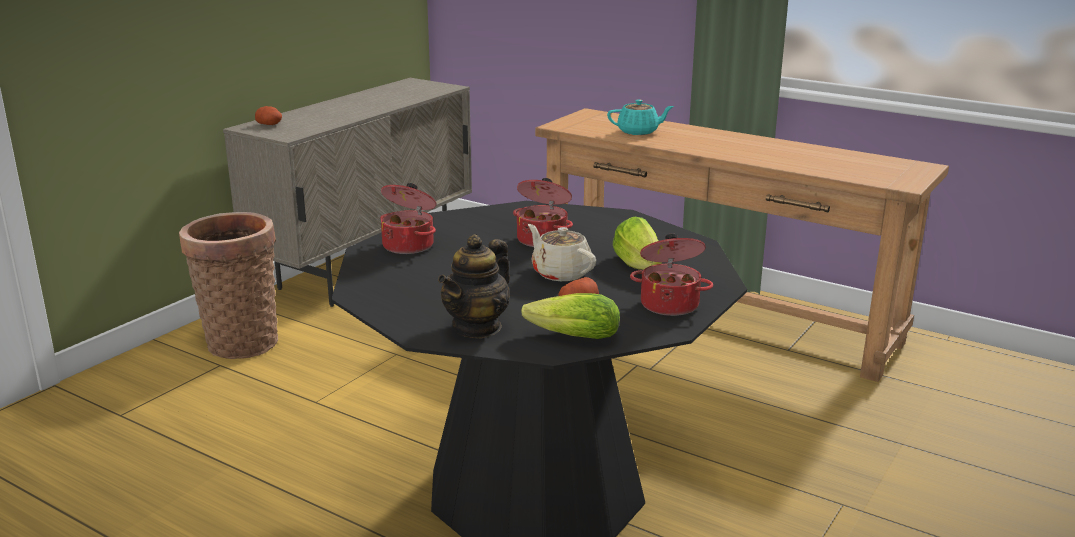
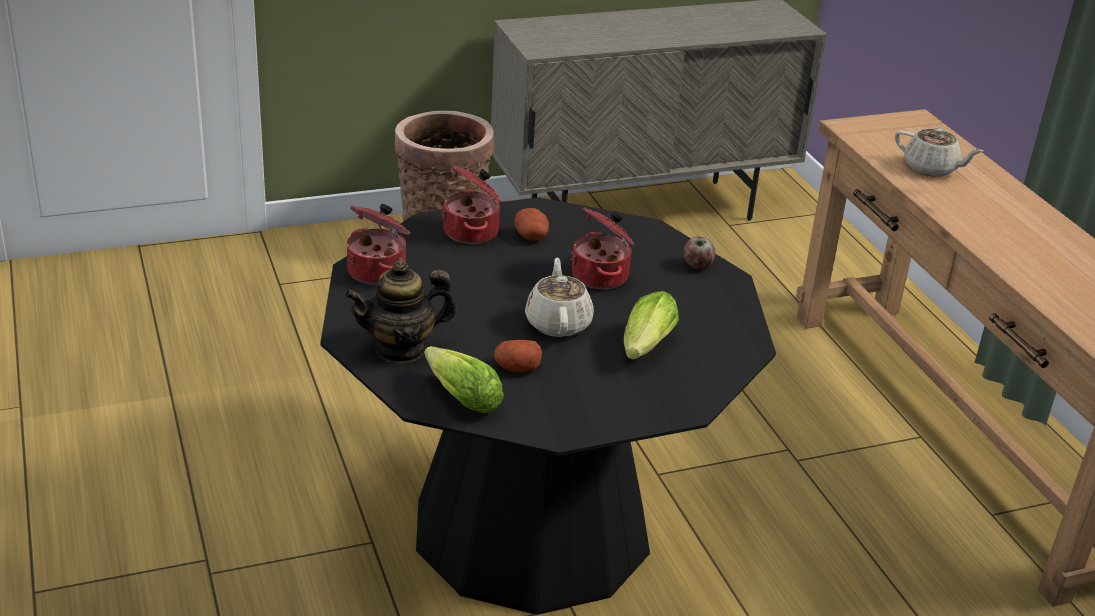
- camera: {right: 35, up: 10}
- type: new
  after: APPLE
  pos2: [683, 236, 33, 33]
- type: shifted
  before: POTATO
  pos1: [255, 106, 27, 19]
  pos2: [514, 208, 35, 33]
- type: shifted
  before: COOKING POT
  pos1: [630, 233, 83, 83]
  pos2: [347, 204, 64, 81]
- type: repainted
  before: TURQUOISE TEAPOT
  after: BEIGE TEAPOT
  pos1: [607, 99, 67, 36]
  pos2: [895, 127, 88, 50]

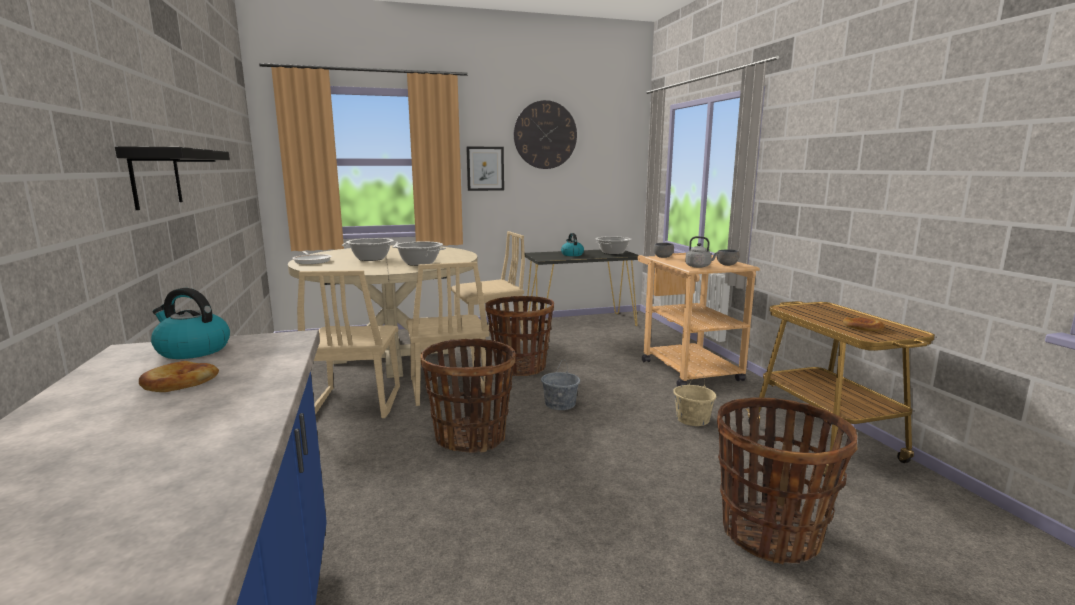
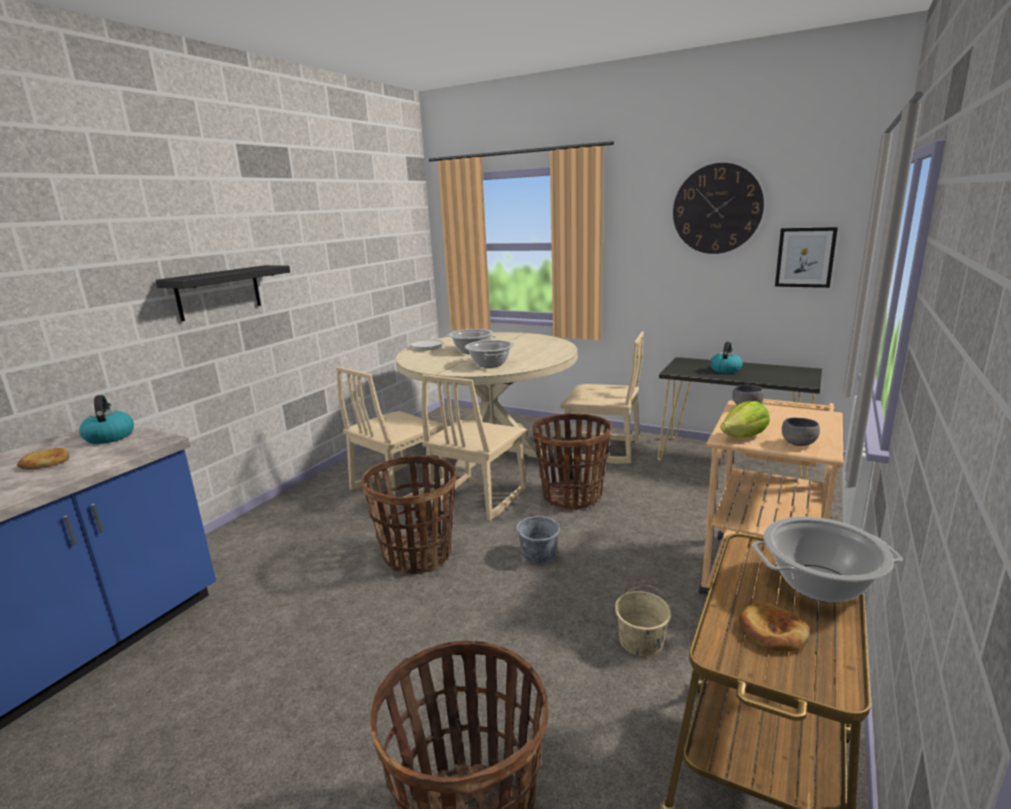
- camera: {right: 45, up: 5}
- type: shifted
  before: PICTURE
  pos1: [466, 146, 38, 45]
  pos2: [775, 227, 63, 61]
- type: shifted
  before: COOKING POT
  pos1: [595, 236, 37, 18]
  pos2: [752, 517, 151, 86]
- type: swapped
  before: GREY KETTLE
  after: LETTUCE
  pos1: [685, 236, 34, 32]
  pos2: [721, 401, 49, 37]

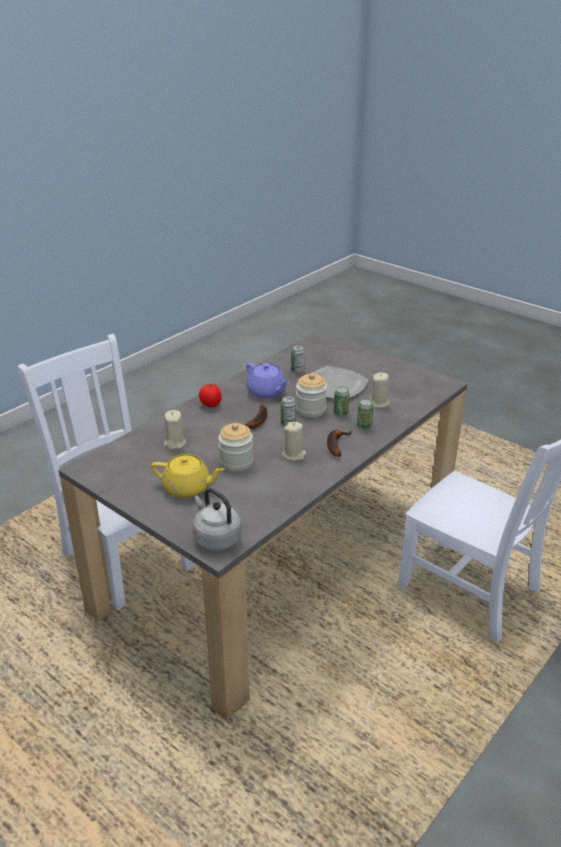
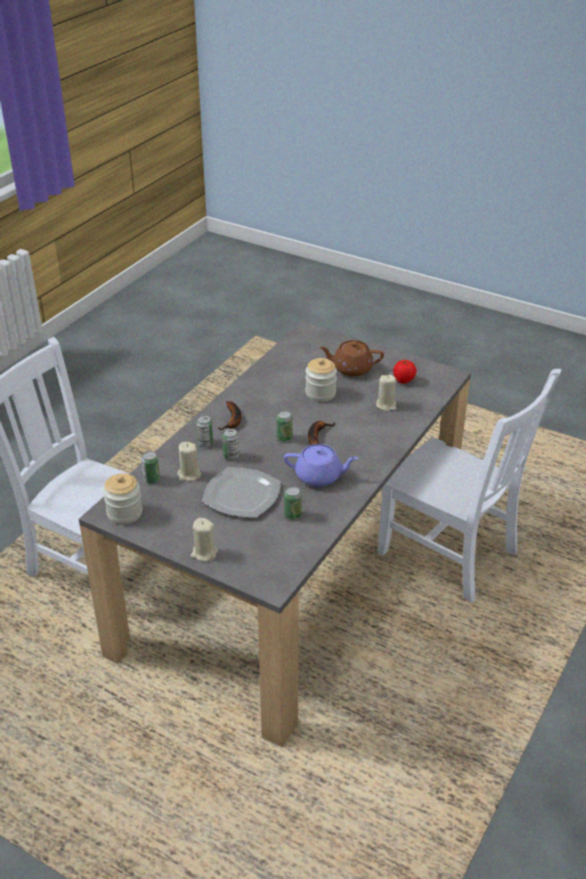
- camera: {right: 170, up: 5}
- type: gone
  before: GREY KETTLE
  pos1: [193, 488, 49, 63]
- type: new
  after: CAN
  pos2: [141, 451, 19, 33]
- type: shifted
  before: TOMATO
  pos1: [199, 384, 22, 23]
  pos2: [393, 360, 24, 24]
- type: shifted
  before: BEIGE CANDLE
  pos1: [282, 422, 24, 39]
  pos2: [191, 518, 27, 44]
- type: shifted
  before: JAR
  pos1: [296, 373, 31, 44]
  pos2: [103, 473, 39, 52]
- type: repainted
  before: YELLOW TEAPOT
  after: BROWN TEAPOT
  pos1: [151, 454, 74, 44]
  pos2: [319, 340, 65, 36]
- type: rotated
  before: PURPLE TEAPOT
  pos1: [246, 363, 43, 35]
  pos2: [284, 444, 74, 43]
  turn: 150

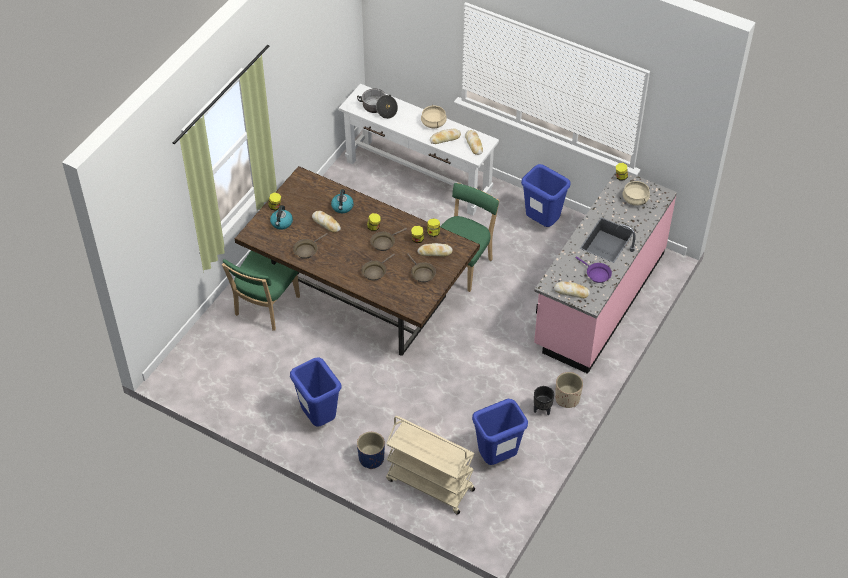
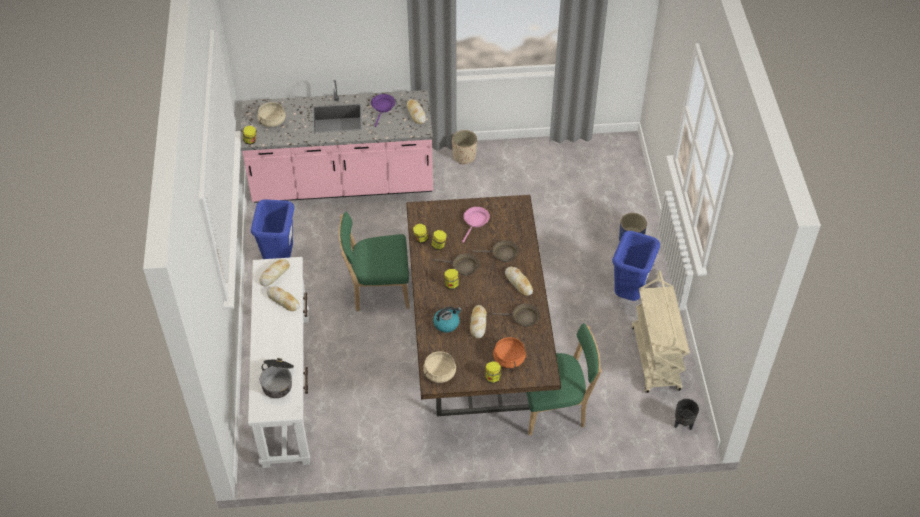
- camera: {right: -125, up: 0}
- type: gone
  before: BLUE TRASH CAN
  pos1: [472, 399, 56, 66]
- type: shifted
  before: BEIGE CART
  pos1: [386, 416, 89, 99]
  pos2: [631, 271, 59, 122]
- type: shifted
  before: BREAD
  pos1: [417, 243, 36, 13]
  pos2: [505, 266, 28, 30]
- type: shifted
  before: BEIGE COOKING POT
  pos1: [421, 105, 26, 23]
  pos2: [423, 351, 33, 32]
- type: shifted
  before: BLACK PLANTER
  pos1: [534, 386, 20, 30]
  pos2: [674, 399, 25, 31]
- type: swapped
  before: KETTLE
  after: ORANGE COOKING POT
  pos1: [270, 205, 23, 25]
  pos2: [493, 337, 33, 31]
- type: repainted
  before: BROWN FRYING PAN
  after: PINK FRYING PAN
  pos1: [407, 253, 29, 29]
  pos2: [462, 207, 28, 36]

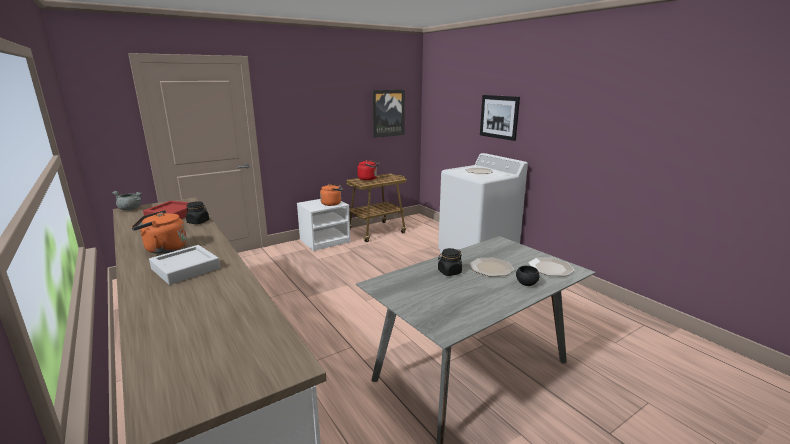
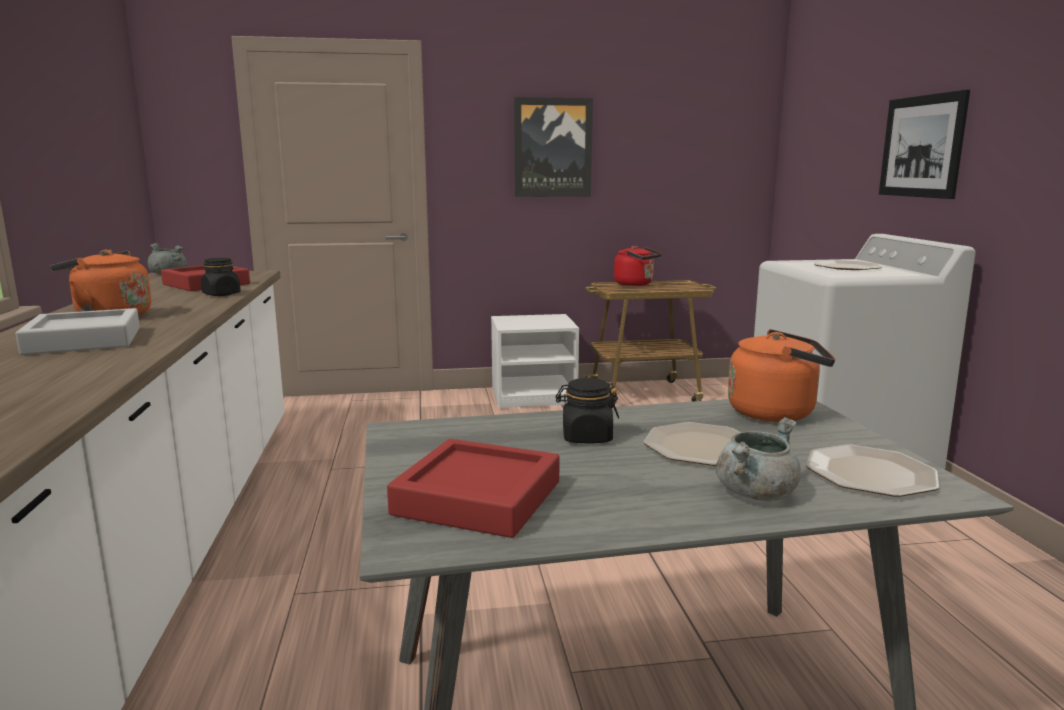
- camera: {right: 25, up: -5}
- type: new
  after: RED TRAY
  pos2: [387, 439, 173, 99]
- type: shifted
  before: ORANGE KETTLE
  pos1: [320, 184, 23, 22]
  pos2: [728, 329, 107, 93]
- type: shifted
  before: PICTURE
  pos1: [372, 90, 33, 48]
  pos2: [514, 97, 79, 100]
- type: swapped
  before: BLACK BOWL
  after: GREY COOKING POT
  pos1: [516, 266, 24, 20]
  pos2: [716, 417, 85, 84]

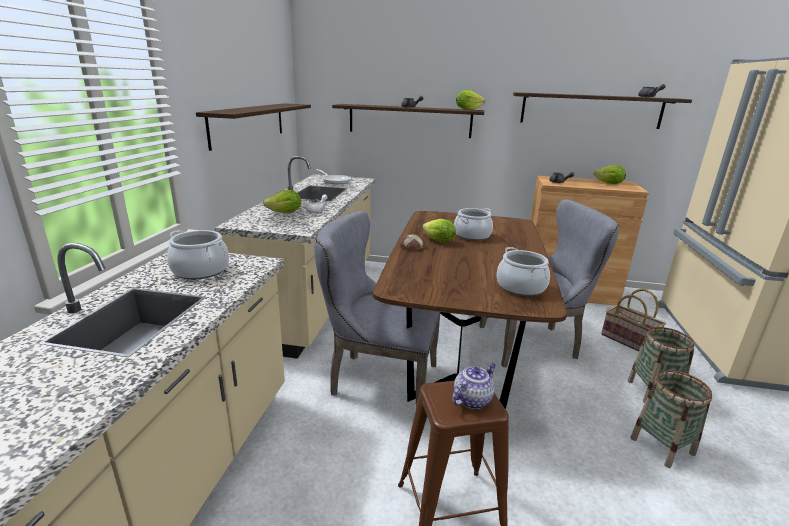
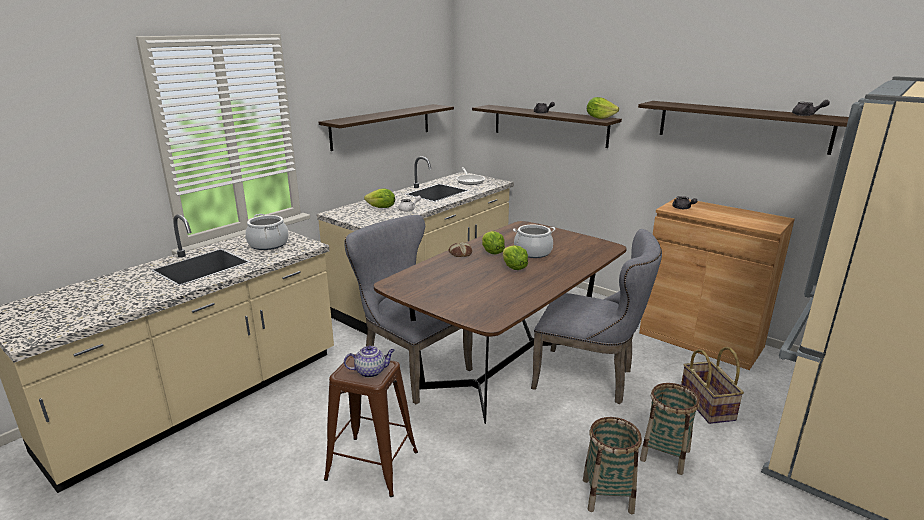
- camera: {right: 30, up: 0}
- type: gone
  before: COOKING POT
  pos1: [497, 247, 53, 49]
- type: shifted
  before: LETTUCE
  pos1: [593, 165, 33, 19]
  pos2: [503, 245, 25, 25]

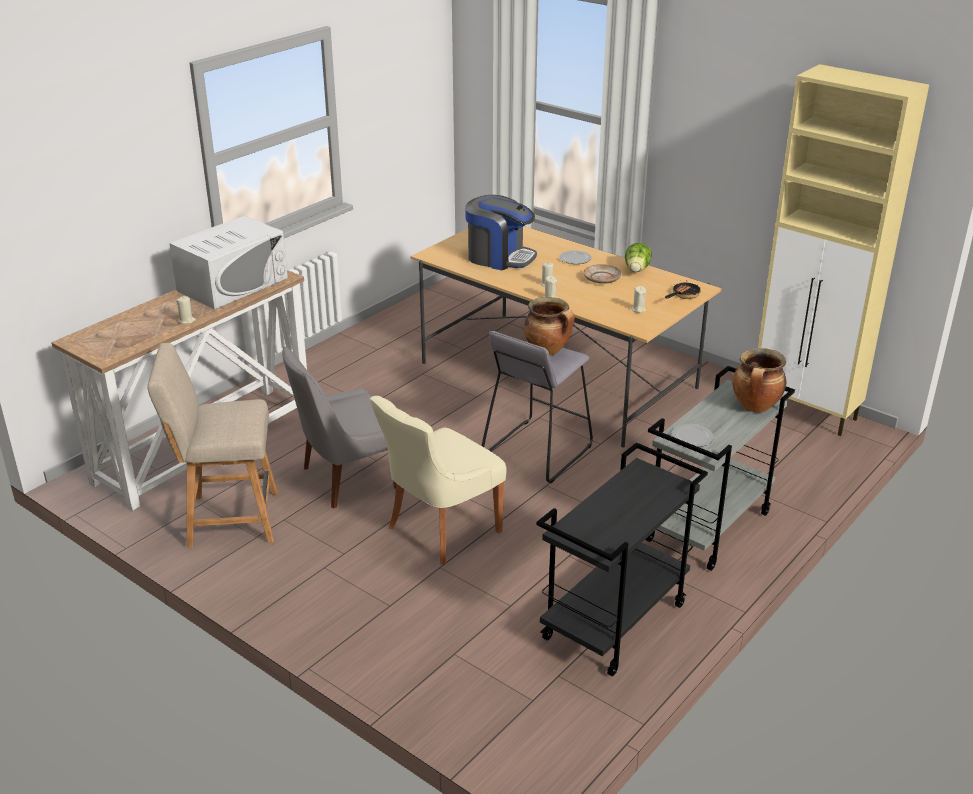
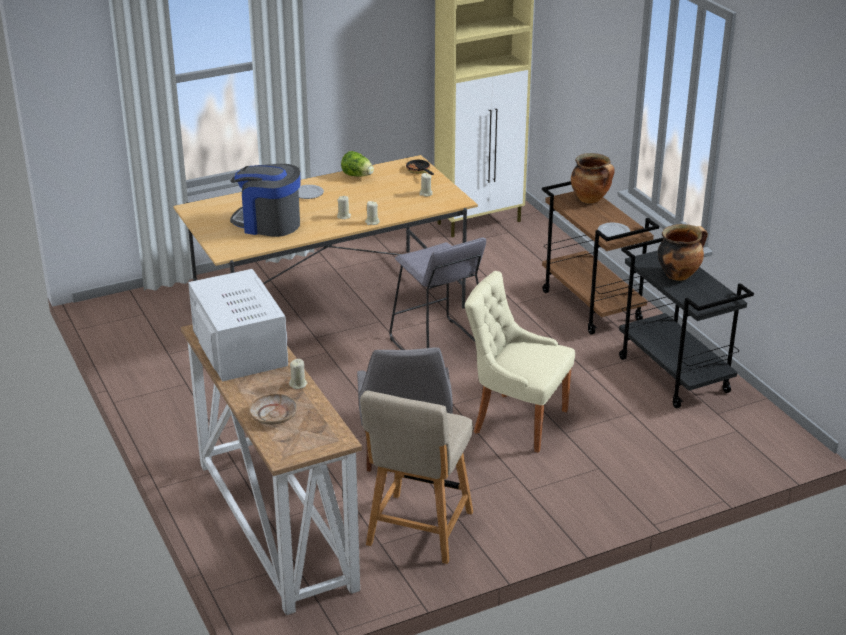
- camera: {right: -65, up: 0}
- type: shifted
  before: COOKING POT
  pos1: [524, 297, 51, 59]
  pos2: [658, 224, 50, 57]
- type: shifted
  before: BEIGE PLATE
  pos1: [583, 264, 39, 20]
  pos2: [249, 394, 48, 31]
- type: repainted
  before: GREY CART
  after: BROWN CART
  pos1: [645, 366, 150, 205]
  pos2: [542, 181, 117, 154]
- type: rotated
  before: BEIGE CHAIR
  pos1: [369, 396, 137, 169]
  pos2: [465, 271, 110, 182]
  turn: 135
- type: rotated
  before: COFFEE MACHINE
  pos1: [465, 195, 72, 75]
  pos2: [230, 164, 71, 73]
  turn: -120

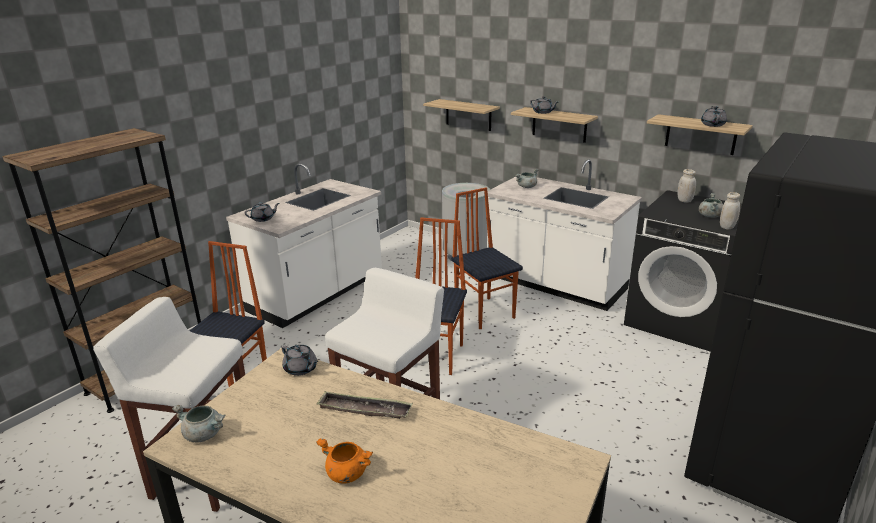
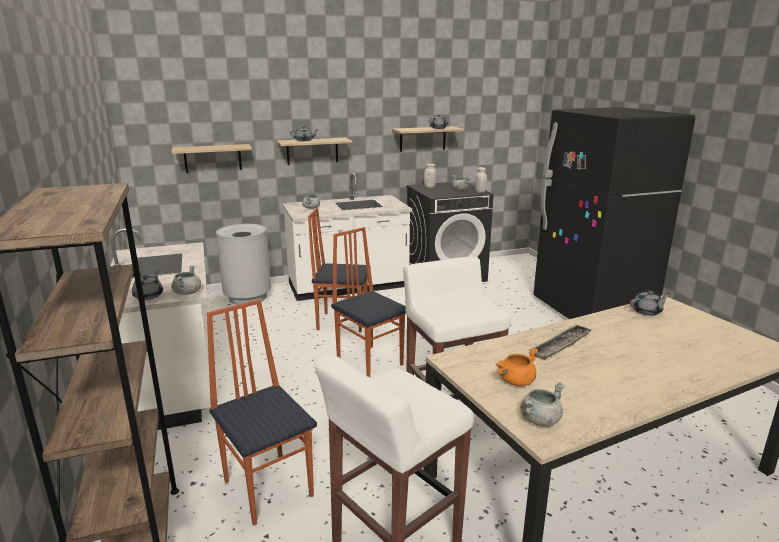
- camera: {right: -55, up: -5}
- type: new
  after: GREY COOKING POT
  pos2: [171, 265, 30, 30]
- type: shifted
  before: GREY TEAPOT
  pos1: [282, 345, 36, 31]
  pos2: [630, 291, 40, 25]
- type: shifted
  before: ORANGE COOKING POT
  pos1: [316, 438, 57, 45]
  pos2: [495, 347, 43, 39]

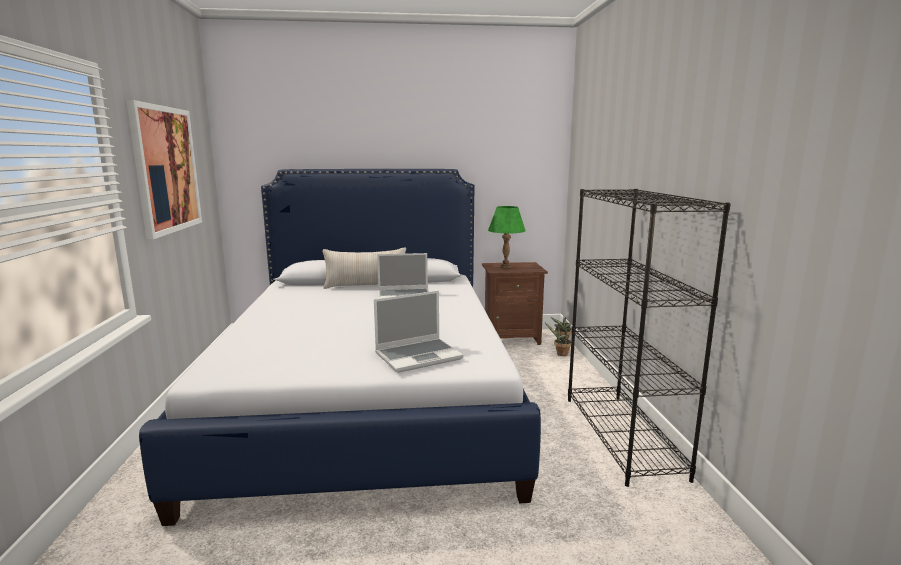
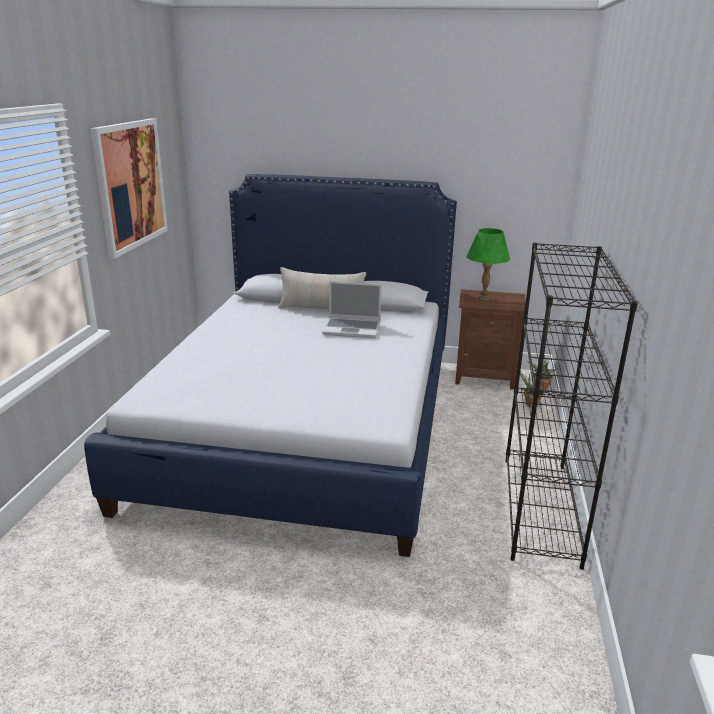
- camera: {right: 15, up: 10}
- type: gone
  before: LAPTOP
  pos1: [374, 290, 89, 83]

